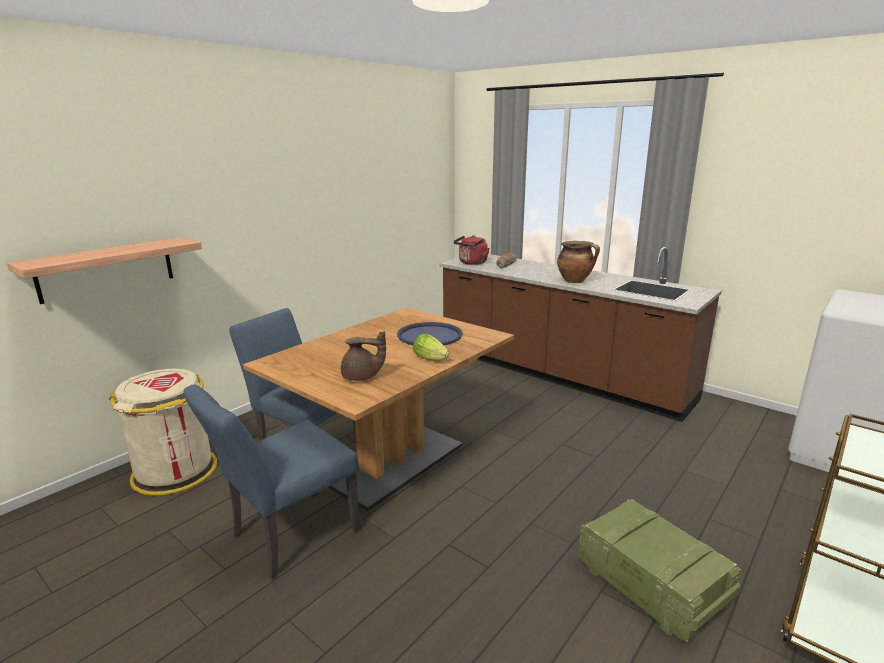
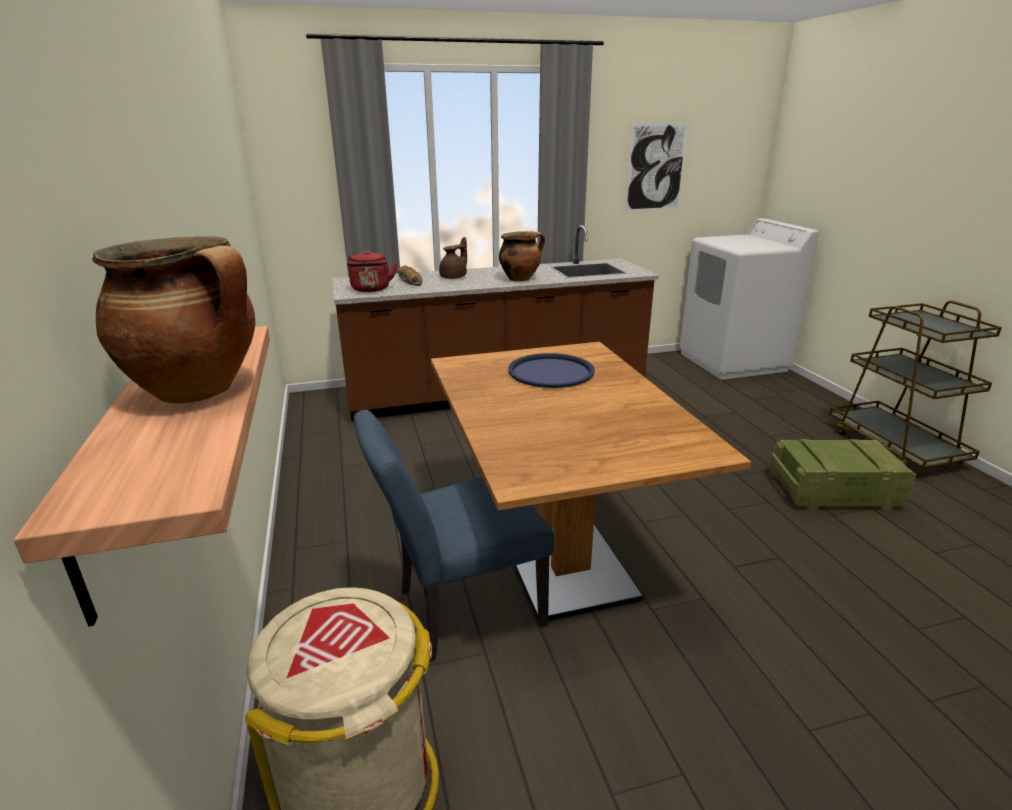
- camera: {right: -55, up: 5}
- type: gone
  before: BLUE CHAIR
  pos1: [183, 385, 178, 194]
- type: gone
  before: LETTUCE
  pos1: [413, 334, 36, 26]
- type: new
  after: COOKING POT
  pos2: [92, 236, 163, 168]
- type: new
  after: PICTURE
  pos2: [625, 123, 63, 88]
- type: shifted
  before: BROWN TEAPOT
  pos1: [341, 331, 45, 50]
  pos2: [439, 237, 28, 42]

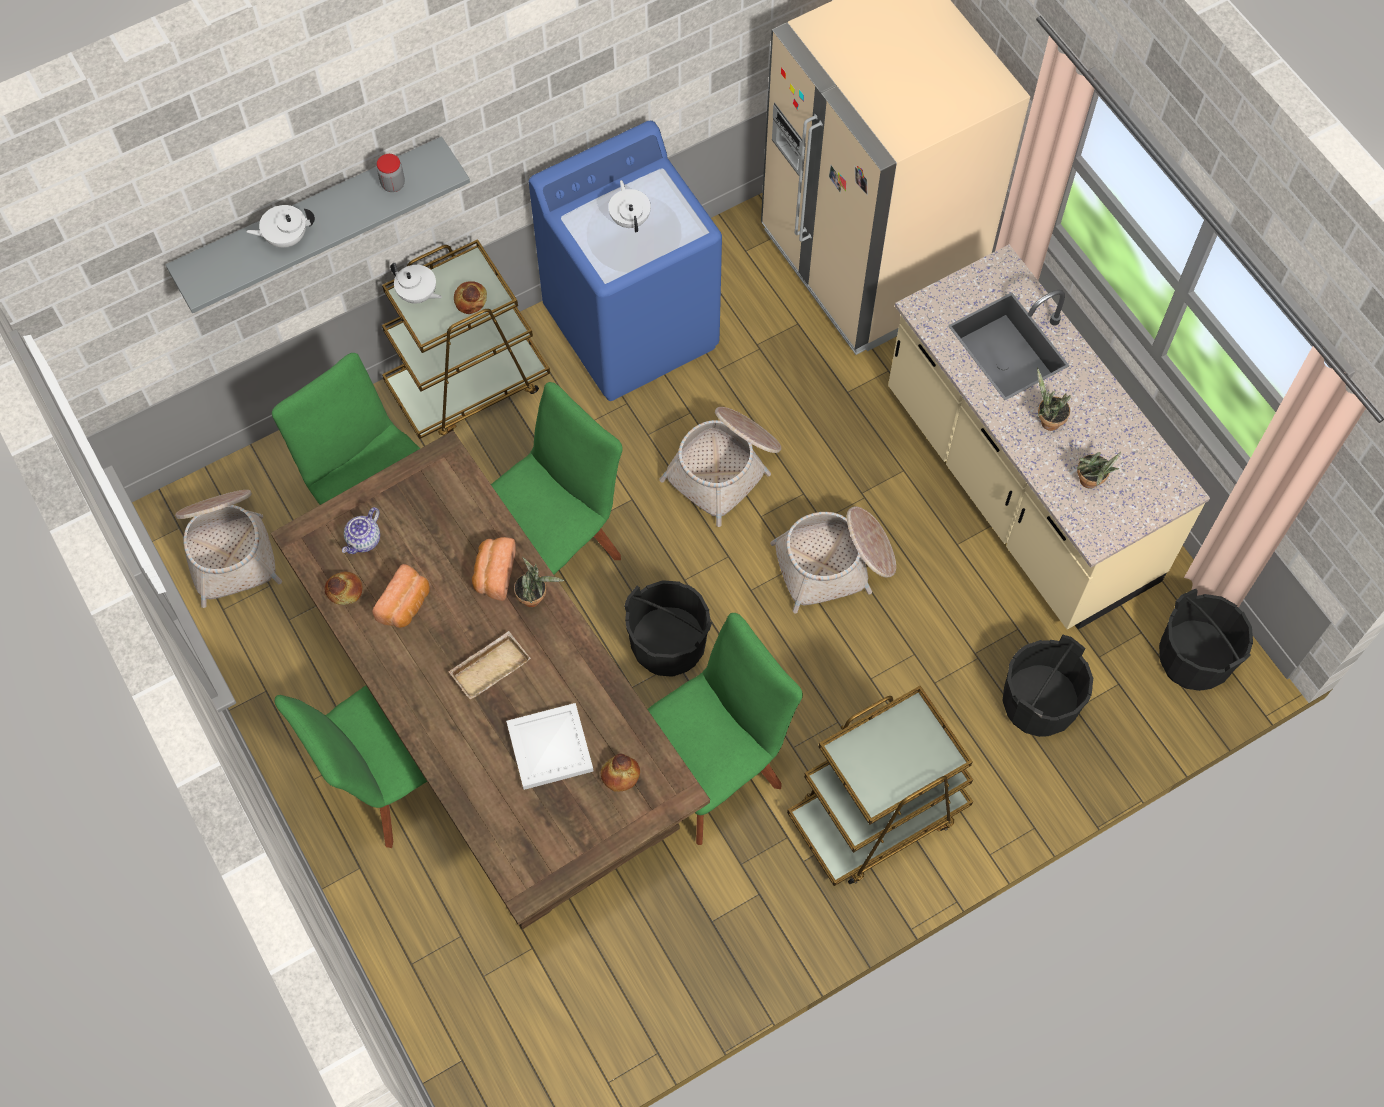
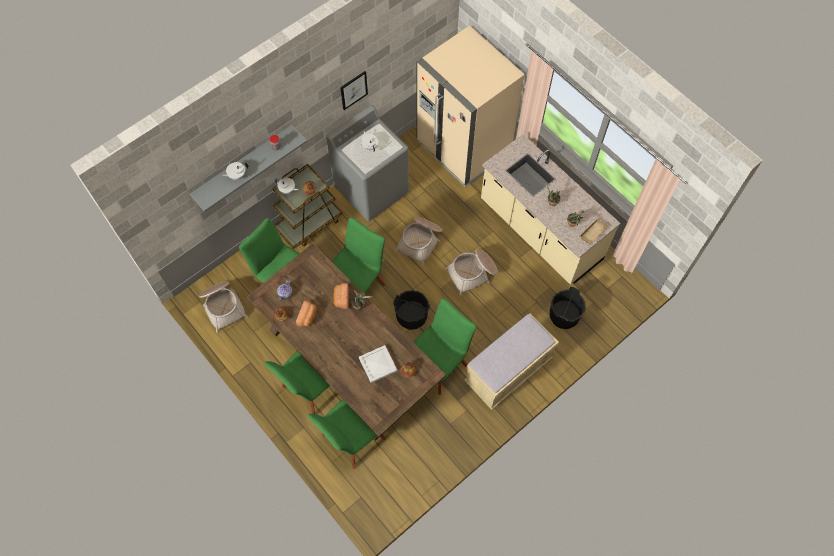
- camera: {right: -10, up: 0}
- type: gone
  before: BLACK BUCKET
  pos1: [1159, 589, 94, 102]
- type: new
  after: GREEN CHAIR
  pos2: [308, 399, 78, 70]
- type: new
  after: PICTURE
  pos2: [340, 71, 28, 39]
- type: shifted
  before: BEIGE TRAY
  pos1: [448, 631, 83, 69]
  pos2: [580, 218, 29, 27]
- type: swapped
  before: BROWN CART
  after: BEIGE BENCH
  pos1: [787, 686, 186, 200]
  pos2: [465, 313, 94, 97]
- type: repainted
  before: BLUE WASHING MACHINE
  after: GREY WASHING MACHINE
  pos1: [529, 121, 193, 280]
  pos2: [326, 105, 83, 116]

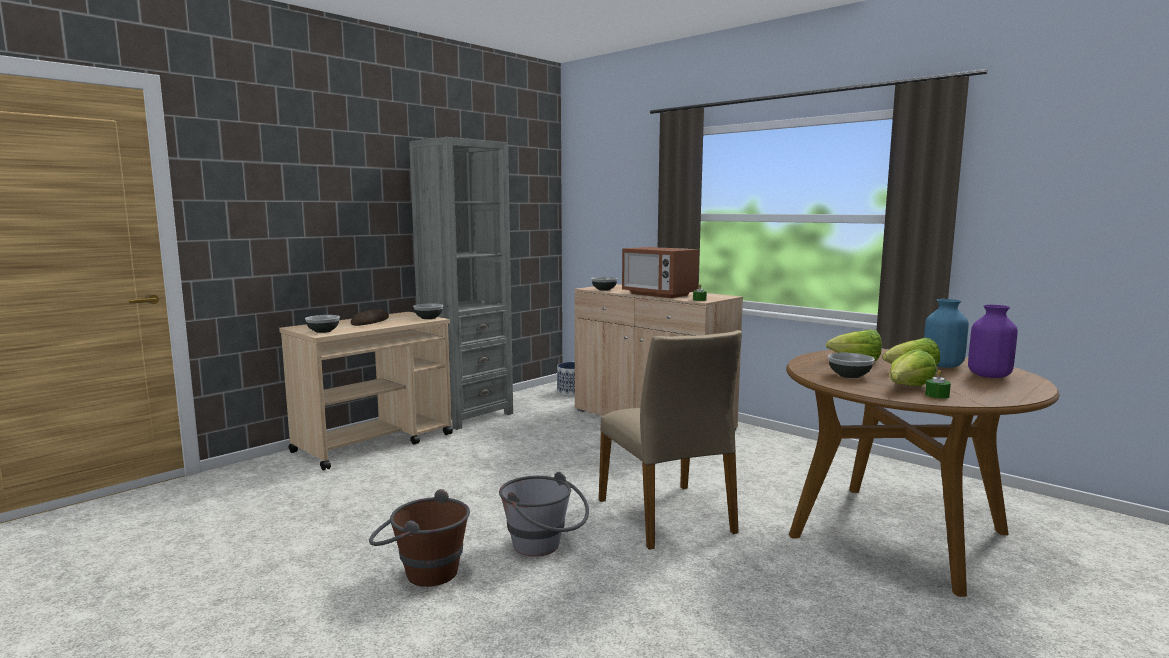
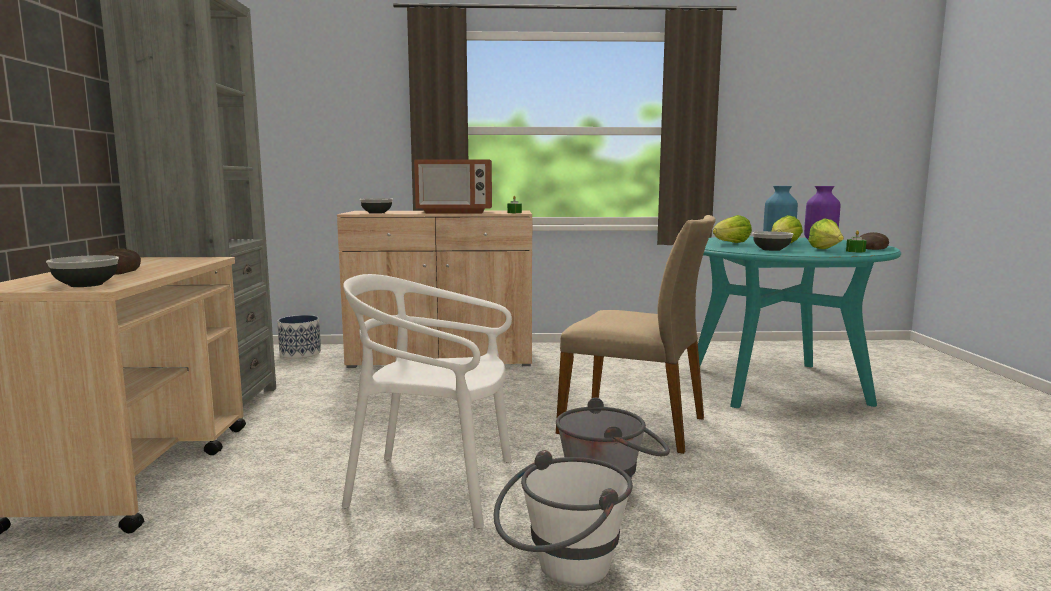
- camera: {right: -45, up: 0}
- type: gone
  before: BOWL
  pos1: [413, 304, 30, 15]
- type: new
  after: WHITE CHAIR
  pos2: [342, 274, 170, 254]
- type: new
  after: BREAD
  pos2: [860, 232, 29, 18]
- type: repainted
  before: BROWN BUCKET
  after: WHITE BUCKET
  pos1: [369, 489, 101, 98]
  pos2: [494, 450, 139, 136]
- type: repainted
  before: BROWN DINING TABLE
  after: TURQUOISE DINING TABLE
  pos1: [786, 349, 274, 248]
  pos2: [698, 237, 203, 171]

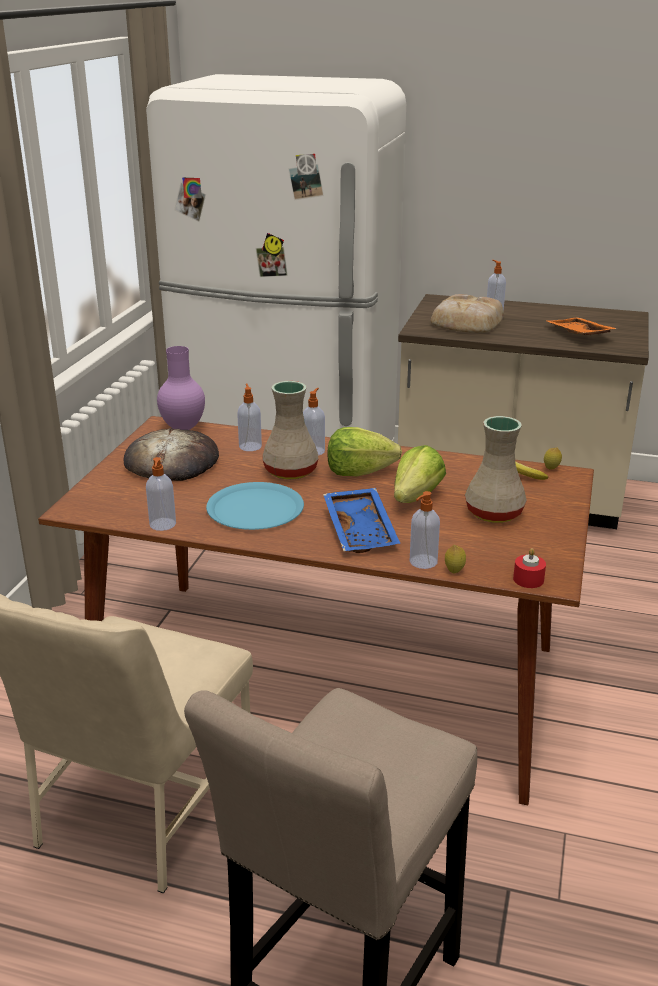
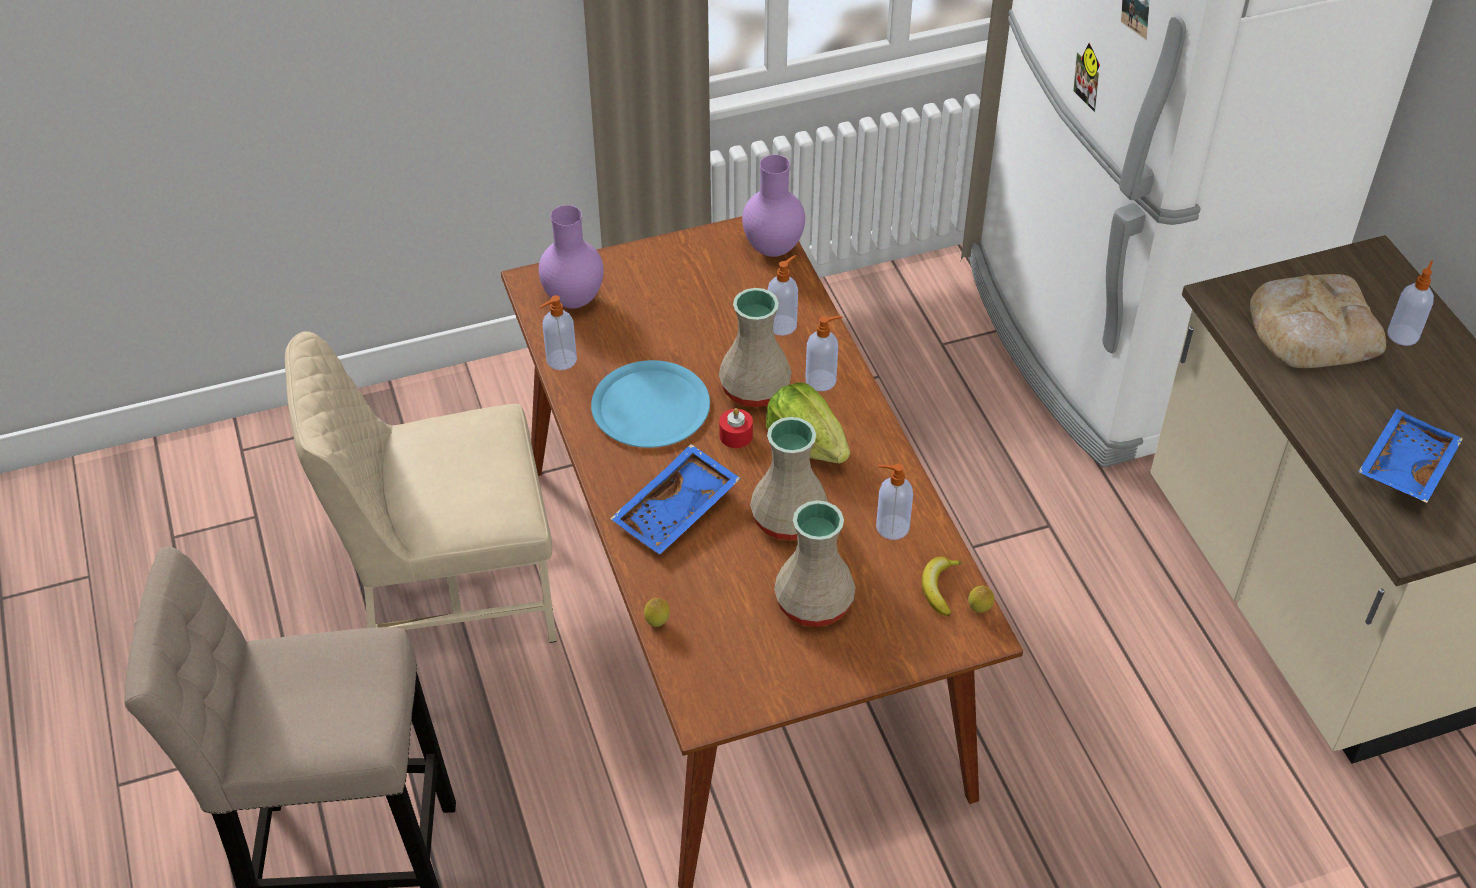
- camera: {right: 55, up: 20}
- type: gone
  before: BREAD
  pos1: [123, 428, 96, 53]
- type: new
  after: PURPLE VASE
  pos2: [539, 205, 65, 103]
- type: shifted
  before: SOAP DISPENSER
  pos1: [410, 491, 30, 78]
  pos2: [876, 464, 37, 76]
- type: shifted
  before: RED CANDLE
  pos1: [513, 548, 33, 40]
  pos2: [719, 408, 34, 40]
- type: swapped
  before: LETTUCE
  after: BEIGE VASE
  pos1: [394, 445, 52, 58]
  pos2: [750, 417, 78, 124]
- type: repainted
  before: ORANGE TRAY
  after: BLUE TRAY
  pos1: [546, 317, 71, 18]
  pos2: [1358, 409, 105, 94]

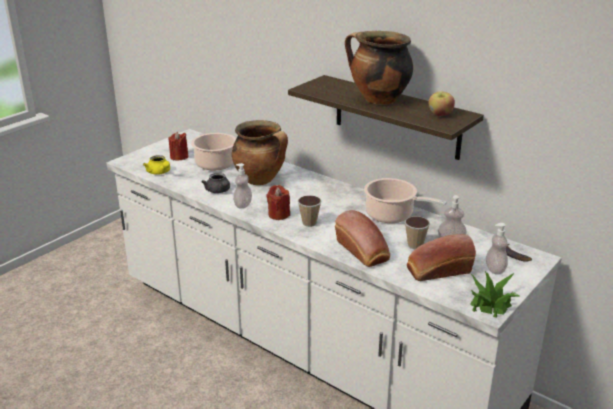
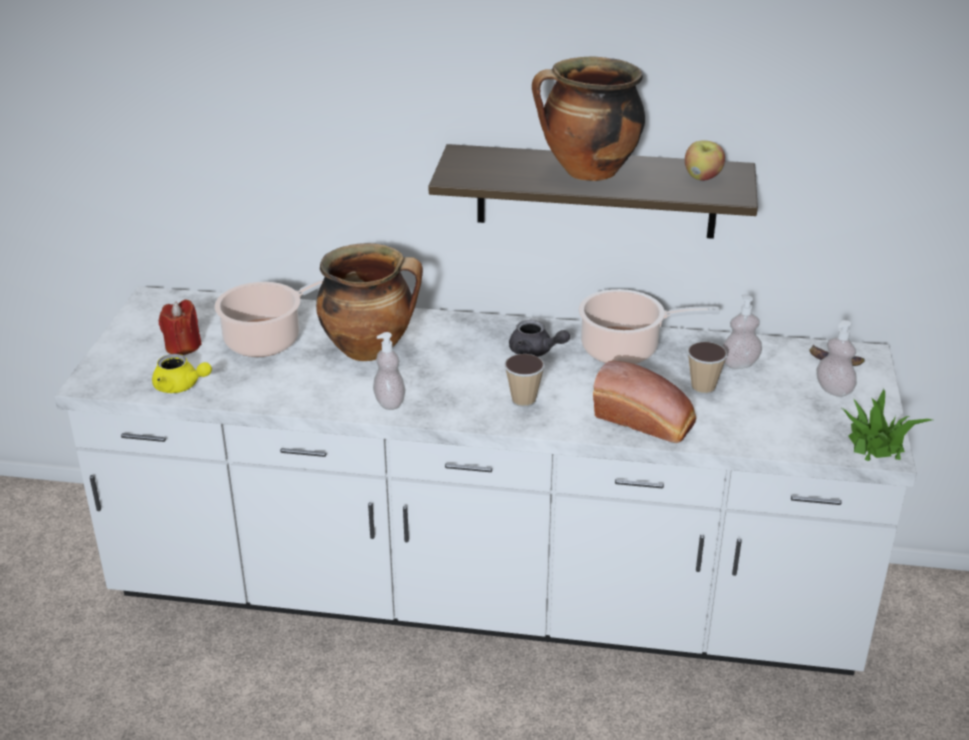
- camera: {right: -30, up: 5}
- type: gone
  before: RED CANDLE
  pos1: [267, 185, 23, 35]
- type: gone
  before: BREAD
  pos1: [407, 234, 69, 47]
- type: shifted
  before: GREY TEAPOT
  pos1: [202, 173, 28, 20]
  pos2: [509, 320, 61, 37]

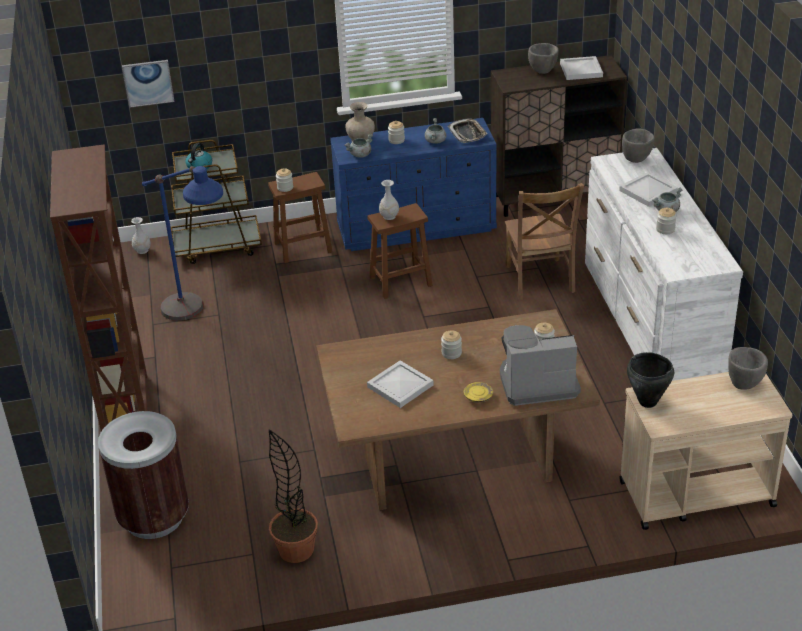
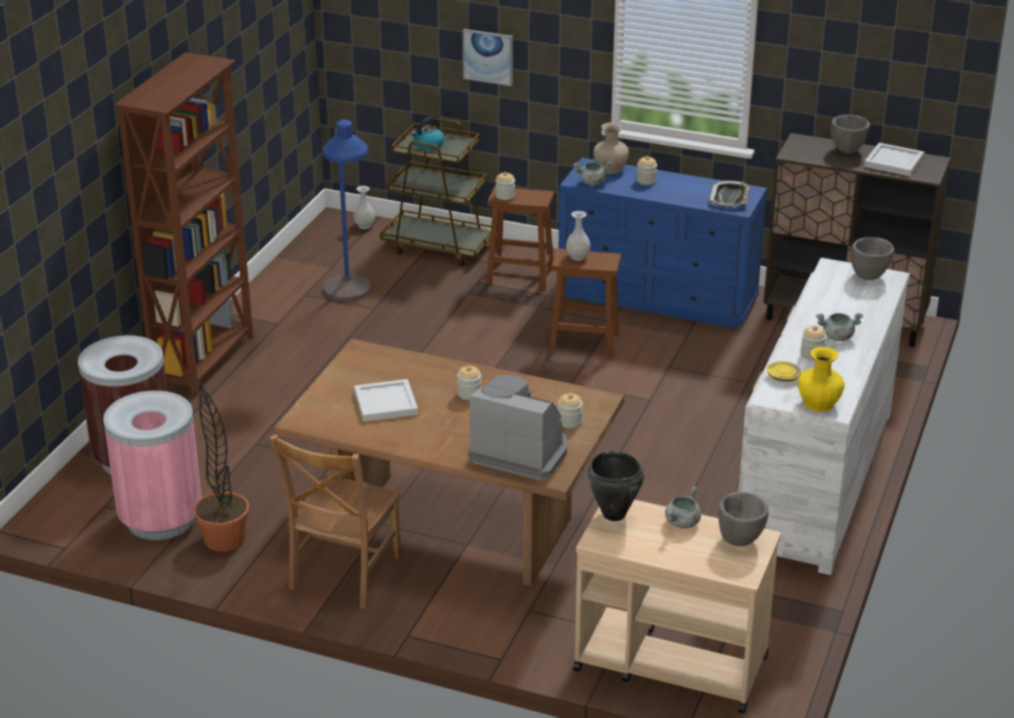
- camera: {right: 30, up: -5}
- type: gone
  before: WHITE TRAY
  pos1: [619, 172, 59, 35]
- type: new
  after: PINK TRASH CAN
  pos2: [103, 391, 99, 149]
- type: new
  after: YELLOW VASE
  pos2: [798, 347, 47, 65]
- type: shifted
  before: PICTURE
  pos1: [122, 60, 53, 48]
  pos2: [462, 29, 51, 57]
- type: shifted
  before: GREY COOKING POT
  pos1: [425, 118, 21, 25]
  pos2: [665, 486, 36, 42]
- type: shifted
  before: YELLOW PLATE
  pos1: [464, 382, 29, 21]
  pos2: [767, 361, 35, 21]
- type: shifted
  before: BROWN CHAIR
  pos1: [505, 183, 79, 117]
  pos2: [269, 434, 133, 175]

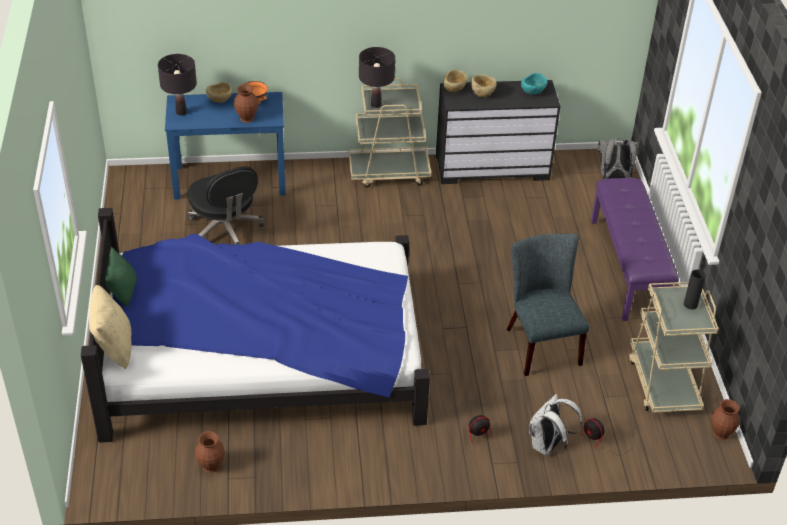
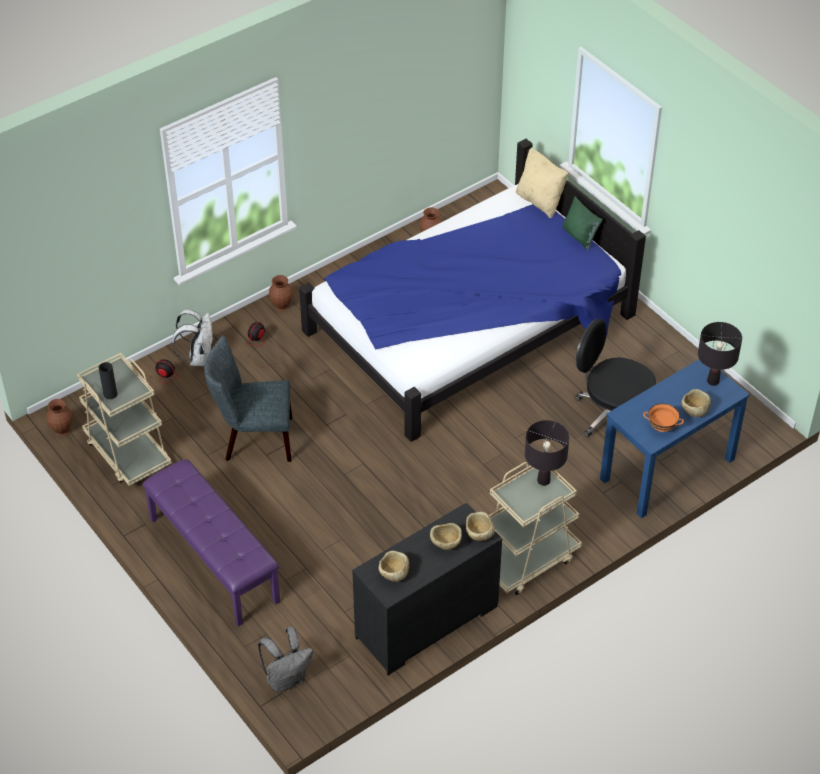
- camera: {right: 150, up: 5}
- type: shifted
  before: BROWN VASE
  pos1: [234, 84, 24, 39]
  pos2: [269, 275, 24, 36]
- type: repainted
  before: TURQUOISE BOWL
  after: BEIGE BOWL
  pos1: [521, 73, 26, 21]
  pos2: [379, 551, 30, 31]
- type: rotated
  before: GREY CHAIR
  pos1: [507, 234, 82, 142]
  pos2: [204, 336, 88, 126]
  turn: 135

